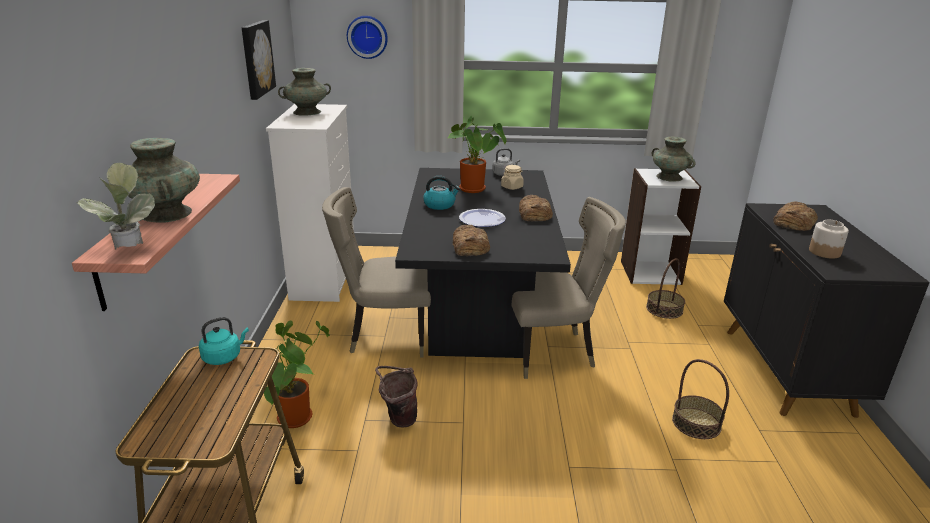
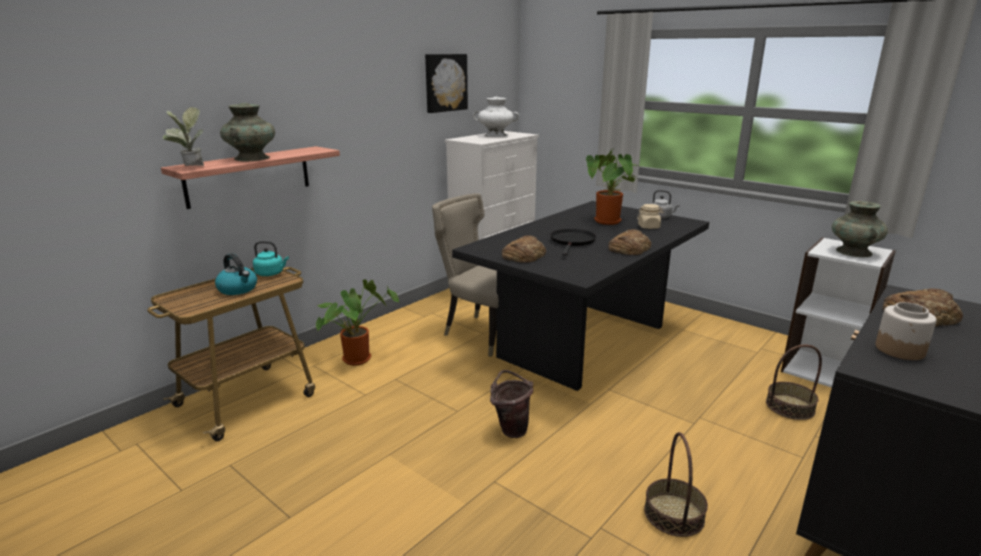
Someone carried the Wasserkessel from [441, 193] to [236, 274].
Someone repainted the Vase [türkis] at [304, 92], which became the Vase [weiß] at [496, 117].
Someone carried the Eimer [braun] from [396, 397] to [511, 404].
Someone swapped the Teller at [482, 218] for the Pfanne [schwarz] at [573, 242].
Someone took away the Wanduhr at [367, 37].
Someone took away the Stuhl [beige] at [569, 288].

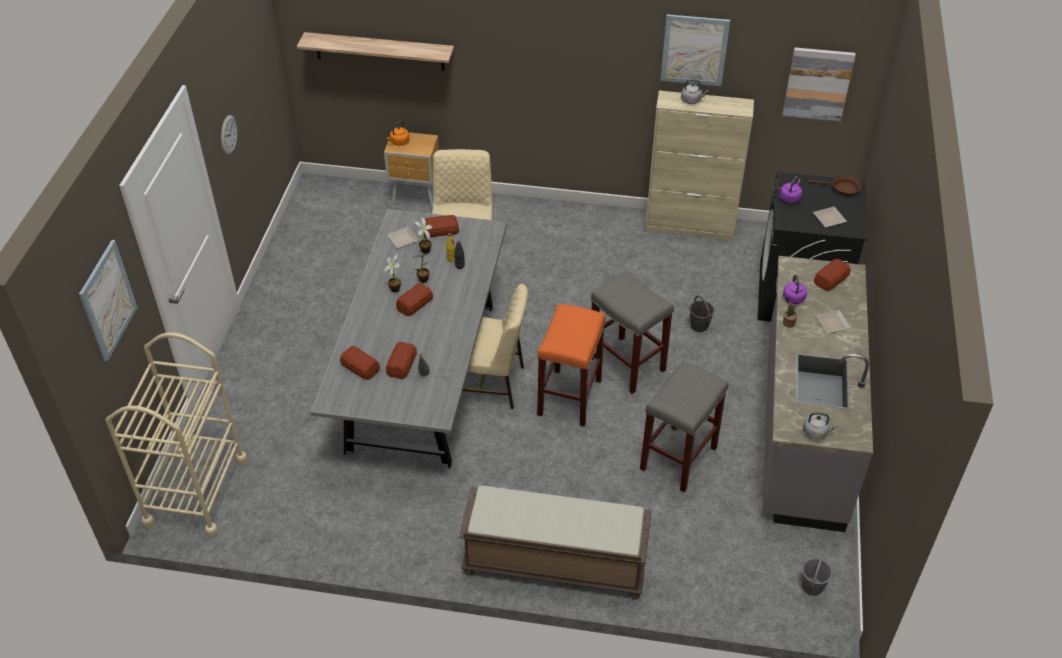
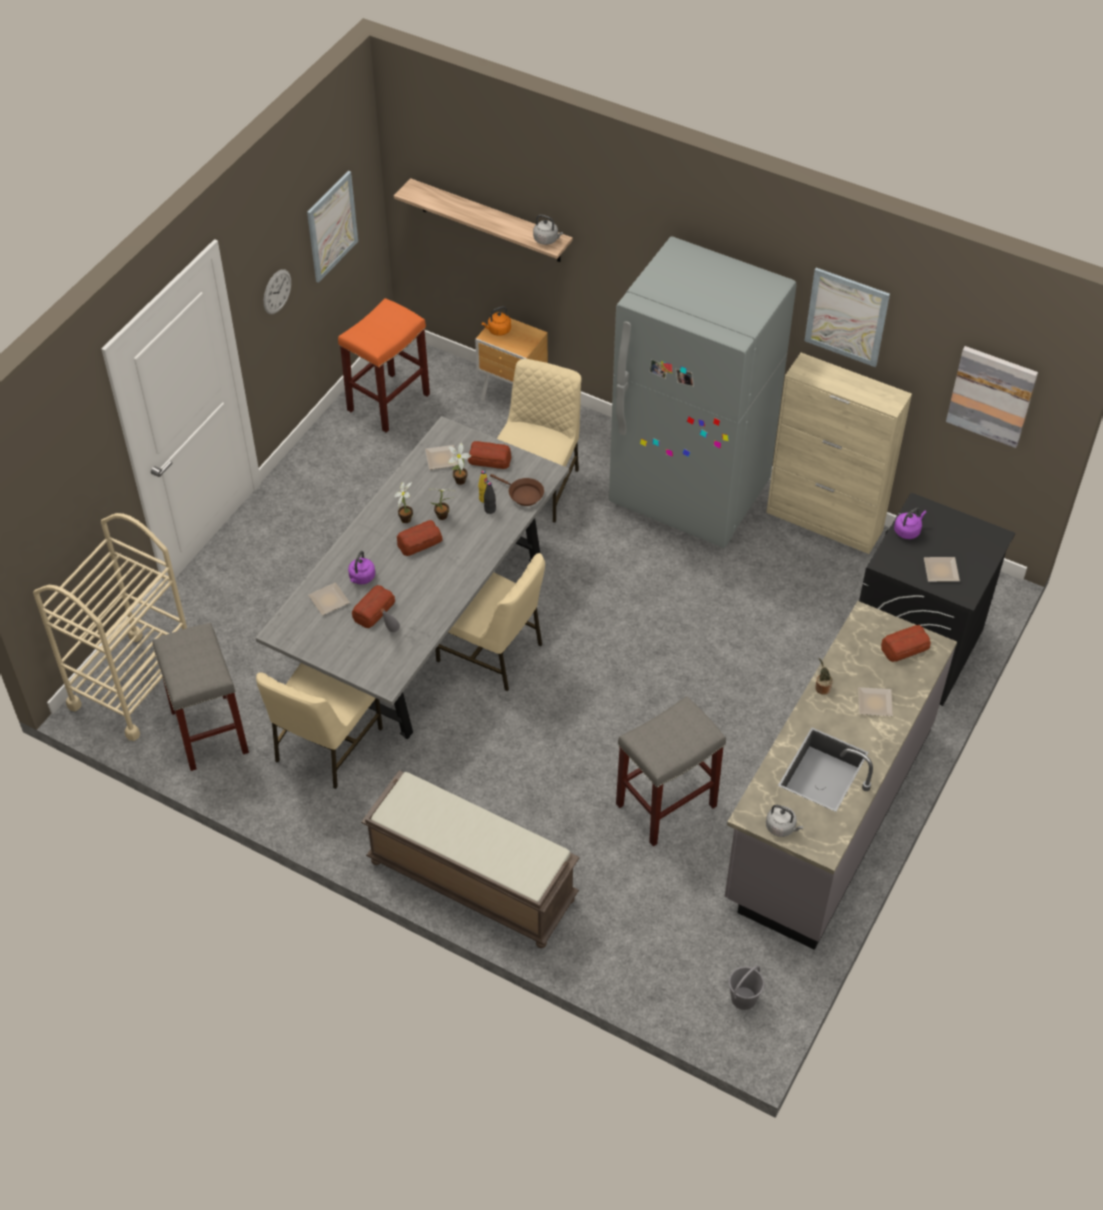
Someone carried the Hocker [grau] from [632, 332] to [200, 697].
Someone put down the Stuhl [beige] at [319, 726].
Someone carried the Bild from [108, 300] to [332, 227].
Someone swapped the Brot at [360, 363] for the Teller at [329, 598].
Someone carried the Hocker [orange] from [571, 365] to [384, 365].
Someone carried the Wasserkessel [lila] from [795, 289] to [361, 568].
Someone carried the Pfanne [braun] from [835, 185] to [517, 490].
Someone carried the Wasserkessel [grau] from [695, 91] to [548, 229].
Someone put down the Kühlschrank [grau] at [703, 392].
Someone took away the Eimer [grau] at [701, 313].

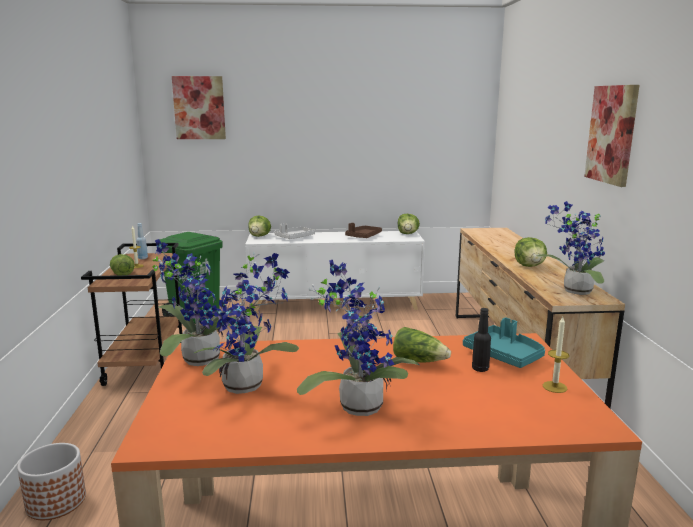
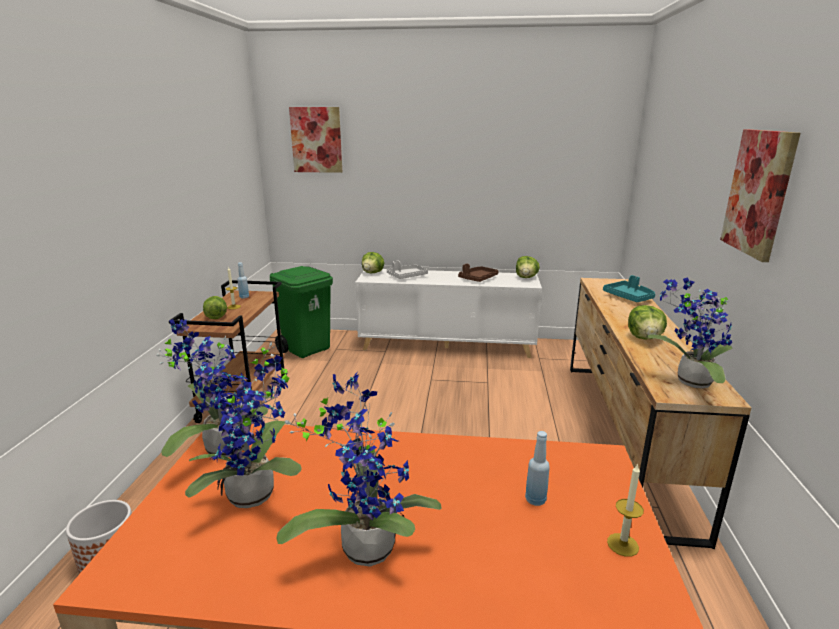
Someone repainted the Flasche [schwarz] at [481, 340], which became the Flasche [blau] at [537, 468].
Someone carried the Tablett [türkis] from [504, 343] to [629, 288].
Someone took away the Salatkopf at [422, 344].

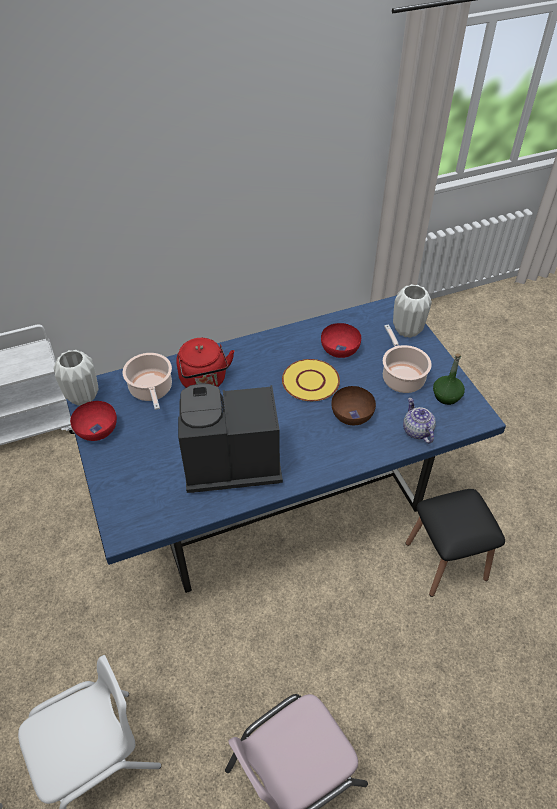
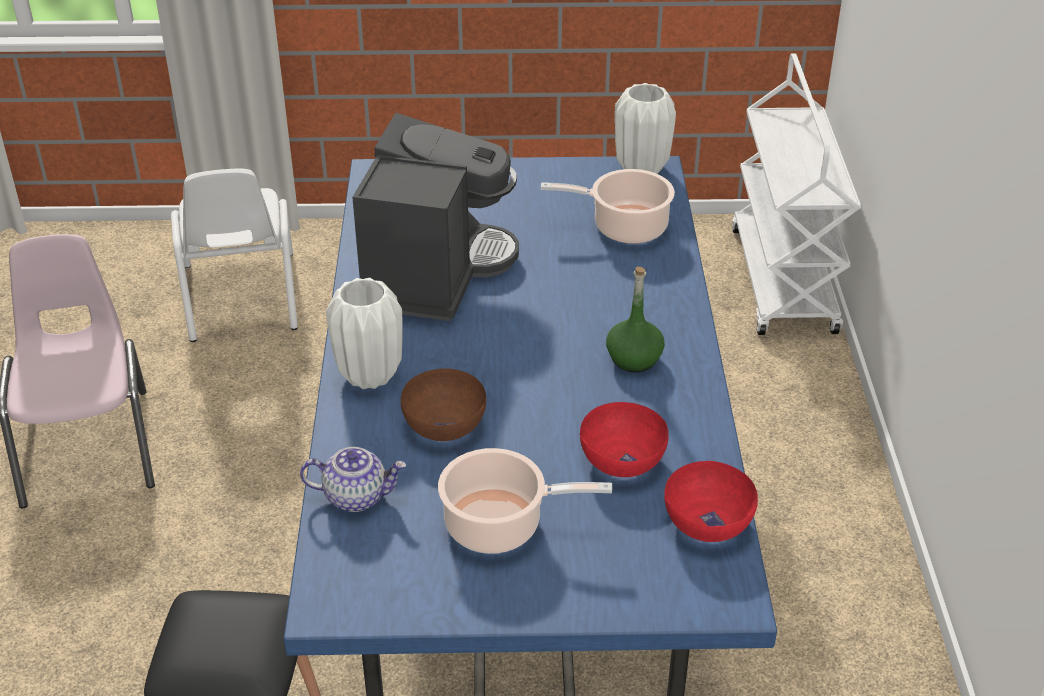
Someone carried the Vase [weiß] from [412, 311] to [364, 333].
Someone carried the Flasche [grün] from [449, 379] to [635, 319].
Someone carried the Schüssel [rot] from [93, 421] to [711, 501].
Someone took away the Wasserkessel [rot] at [205, 363].
Someone took away the Teller [gelb] at [311, 380].

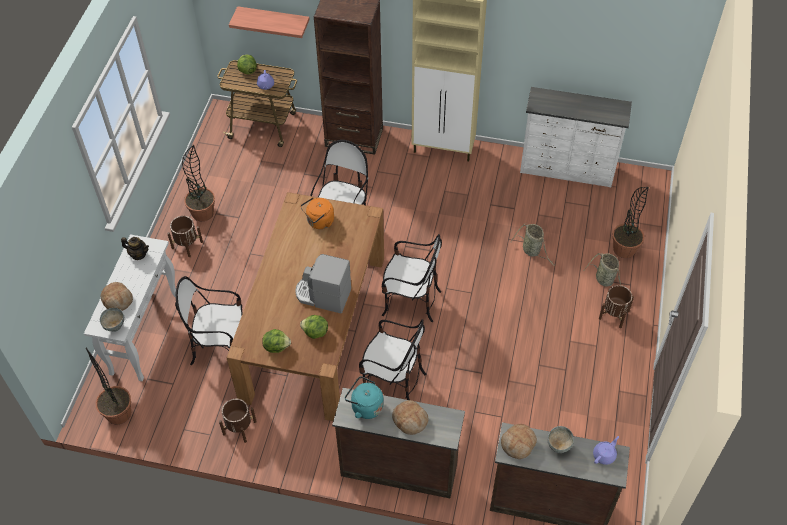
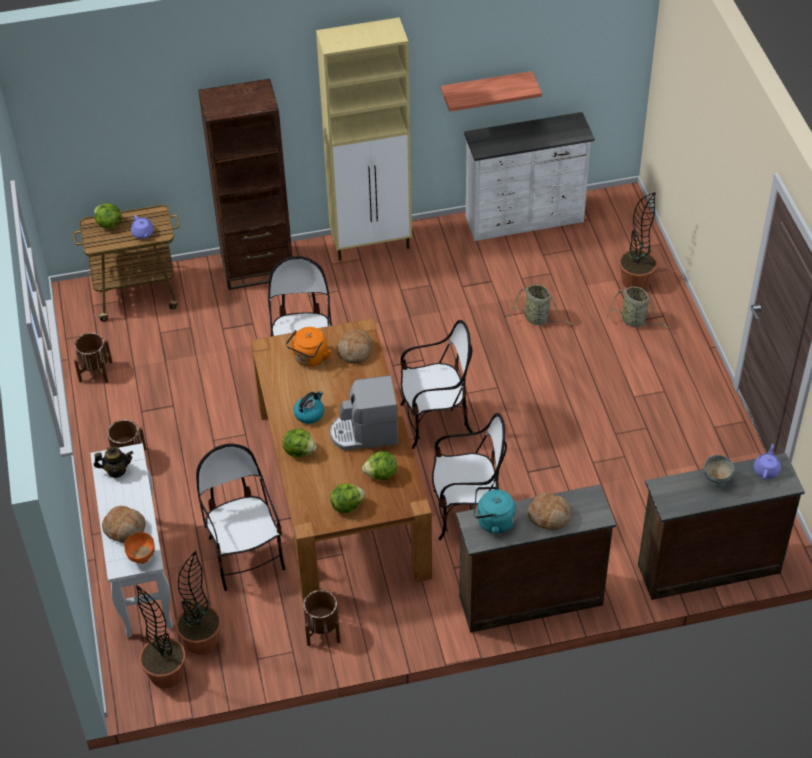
Someone carried the Pflanzkübel [braun] from [616, 306] to [93, 358].
Someone repainted the Schüssel [grau] at [112, 320], which became the Schüssel [orange] at [139, 548].
Someone carried the Topfpflanze from [198, 183] to [198, 603].
Someone rotated the Stuhl at [209, 320] by 90 degrees clockwise.
Someone put down the Salatkopf at [299, 443].
Someone put down the Wasserkessel at [309, 407].
Someone carried the Brot from [519, 441] to [354, 346].
Someone carried the Wandregal from [269, 22] to [491, 91].

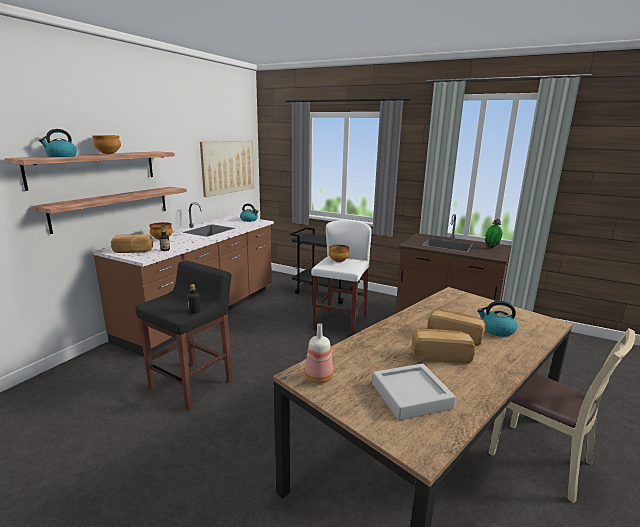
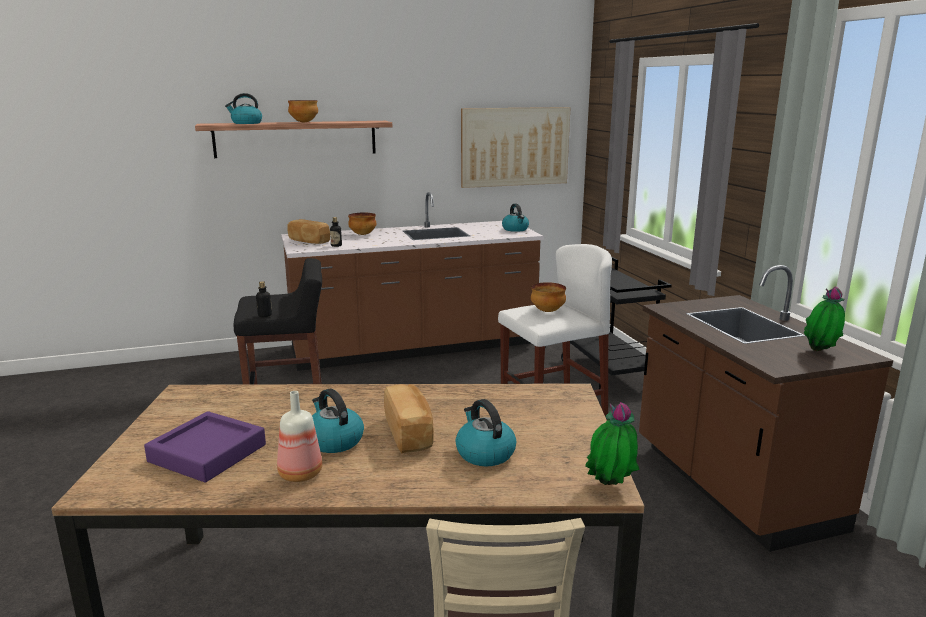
Someone repainted the Tablett [grau] at [414, 392], which became the Tablett [lila] at [205, 447].
Someone carried the Flasche from [318, 353] to [299, 436].
Someone swapped the Brot at [443, 346] for the Wasserkessel at [338, 420].
Someone put down the Topfpflanze at [612, 443].
Someone took away the Wandregal at [109, 210].

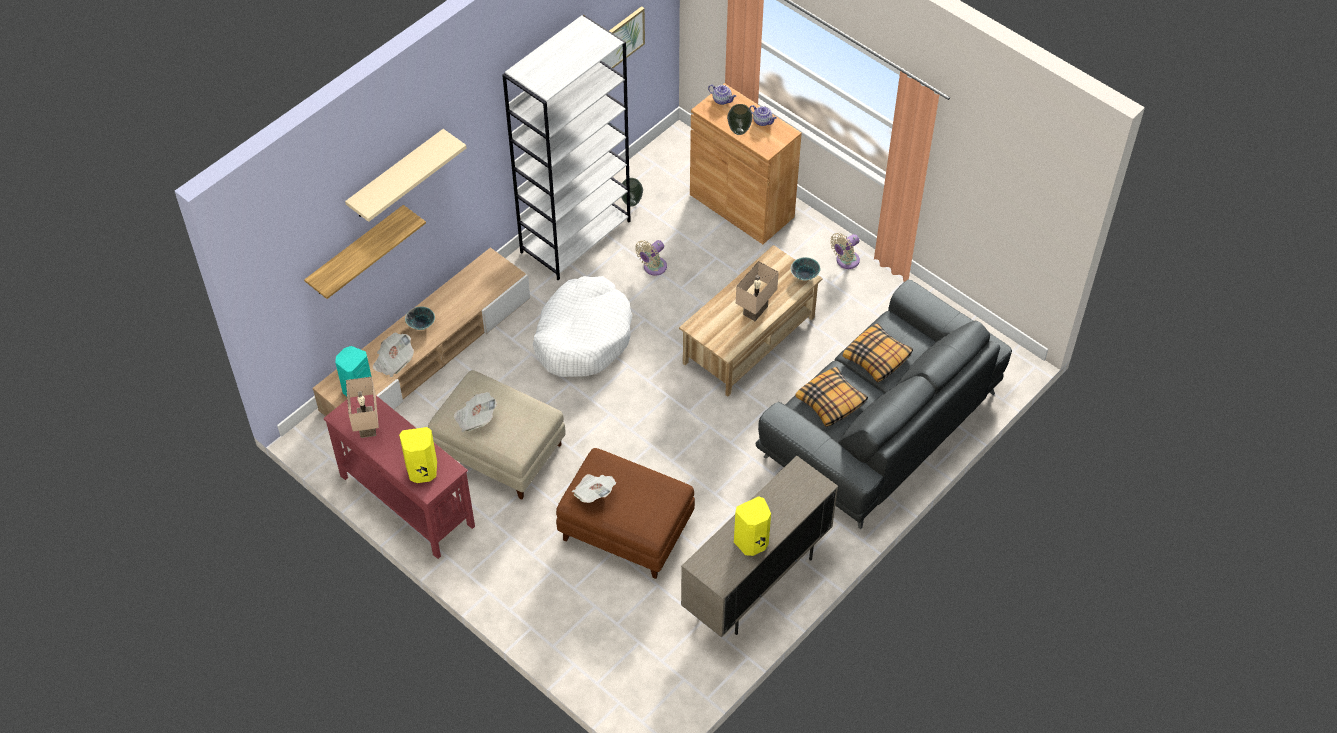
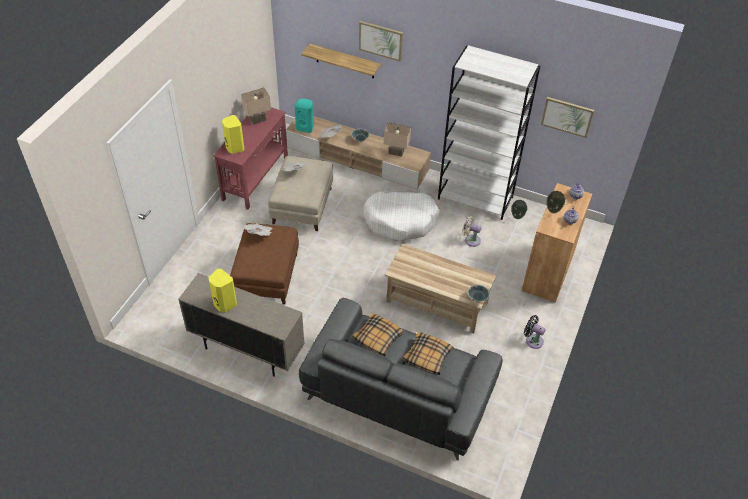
Someone swapped the Wandregal [beige] at [406, 175] for the Bild at [381, 41].
Someone carried the Tischlampe [beige] from [757, 291] to [397, 139].
Someone repainted the Ventilator [beige] at [845, 251], which became the Ventilator [schwarz] at [535, 332].

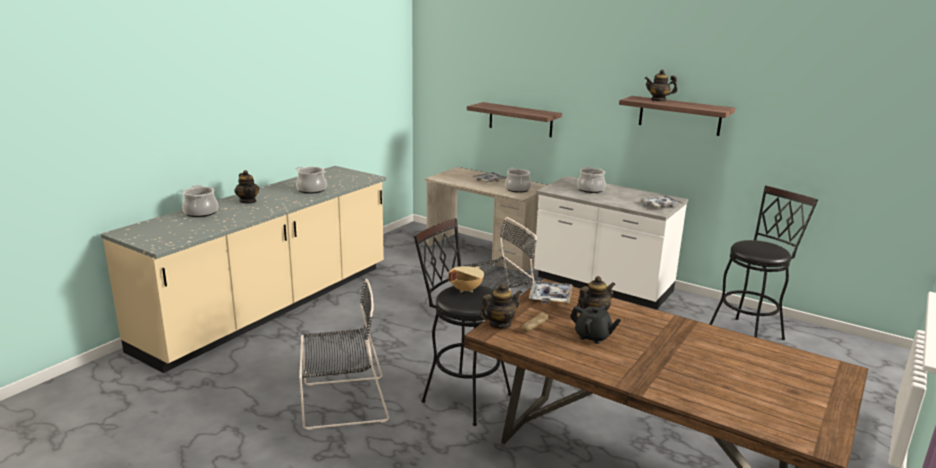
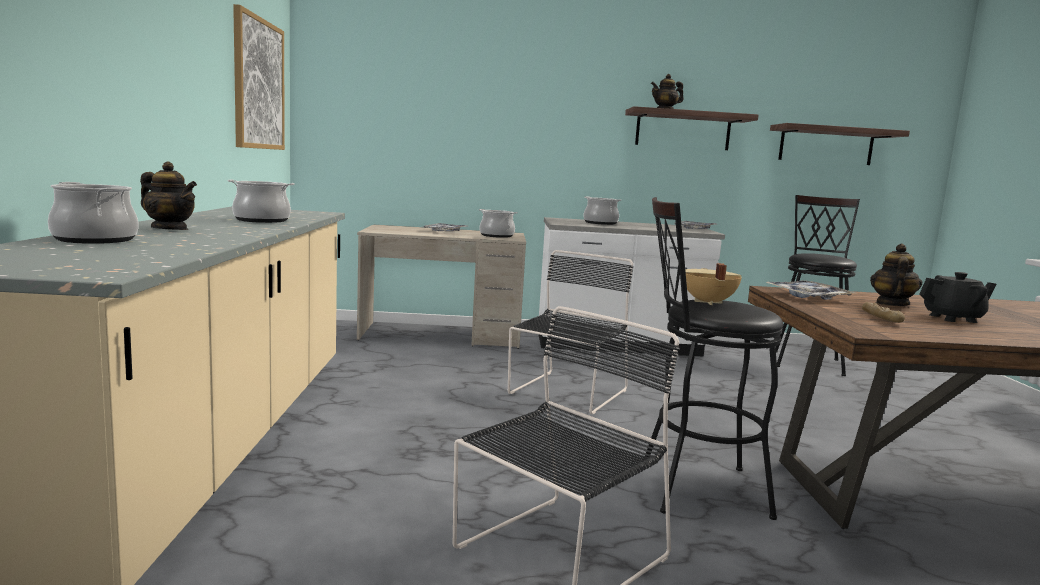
Someone put up the Bild at [259, 77].
Someone carried the Wandregal from [514, 119] to [840, 144].
Someone took away the Teekanne at [501, 306].

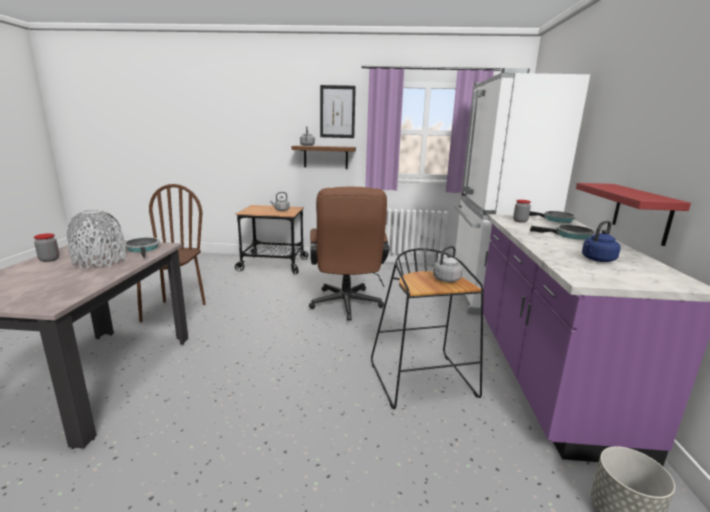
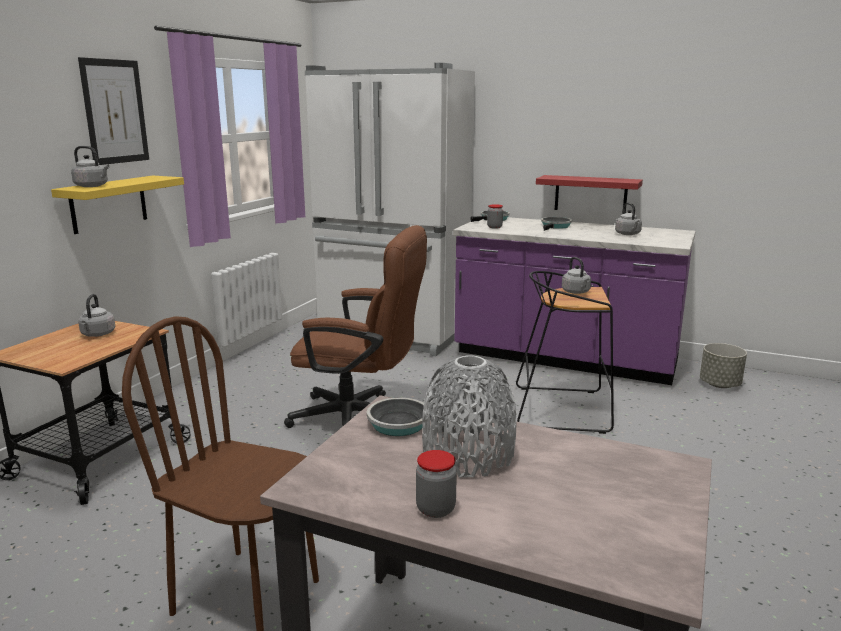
Someone repainted the Wandregal [braun] at [324, 157], which became the Wandregal [gelb] at [117, 205].
Someone repainted the Wasserkessel [blau] at [601, 241], which became the Wasserkessel [grau] at [628, 218].

